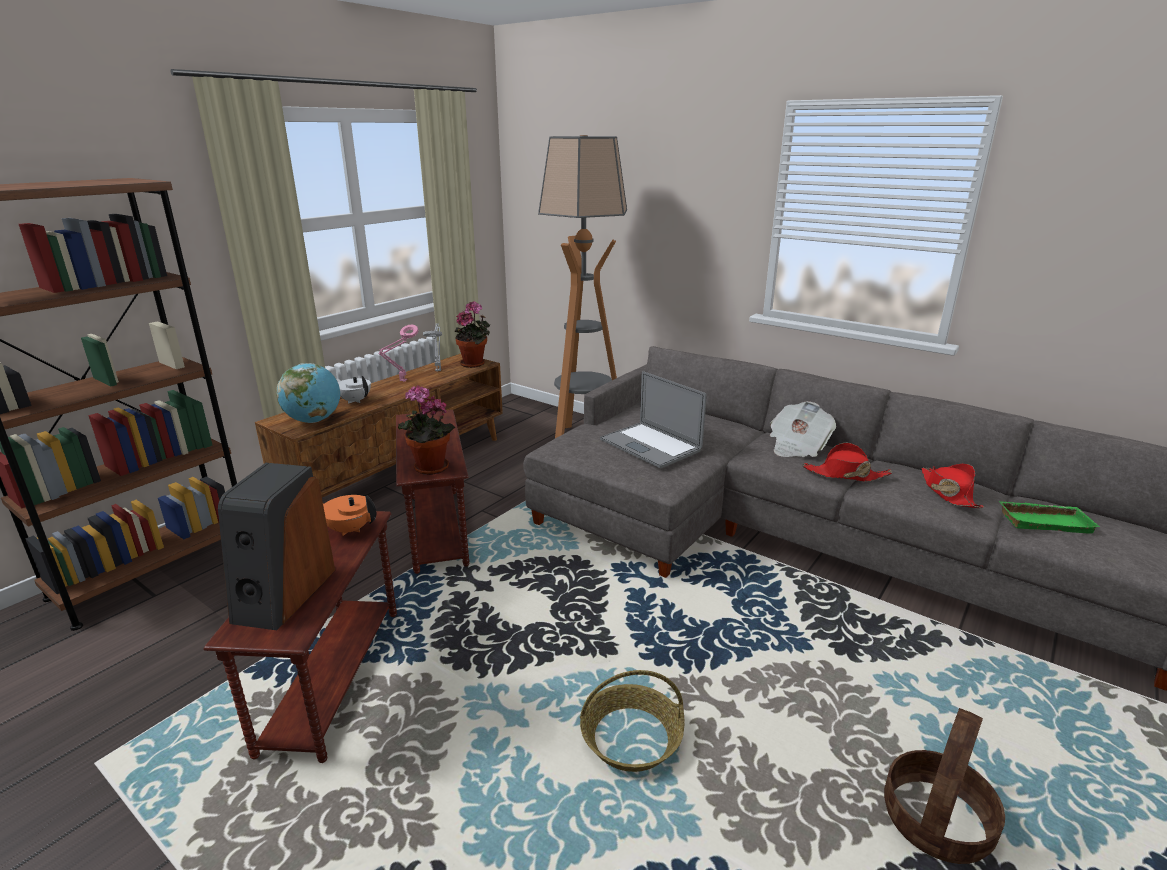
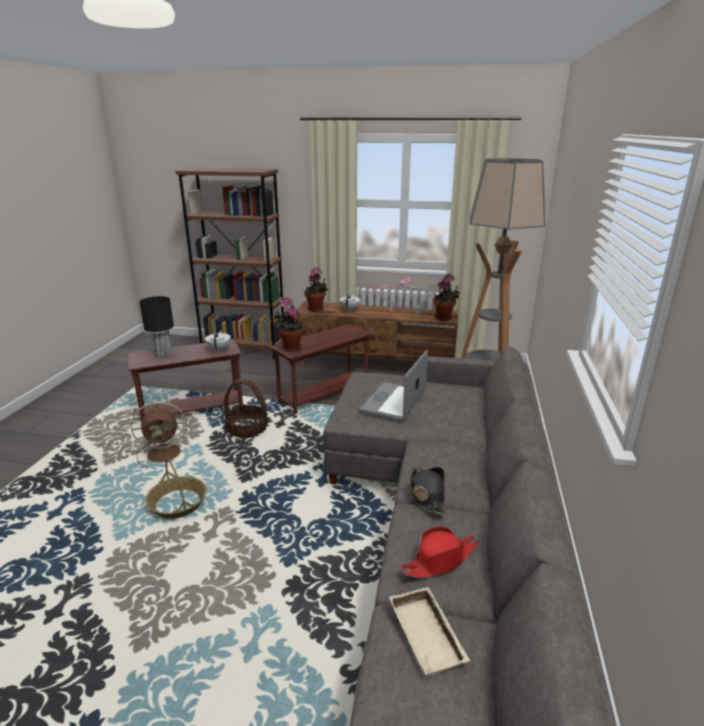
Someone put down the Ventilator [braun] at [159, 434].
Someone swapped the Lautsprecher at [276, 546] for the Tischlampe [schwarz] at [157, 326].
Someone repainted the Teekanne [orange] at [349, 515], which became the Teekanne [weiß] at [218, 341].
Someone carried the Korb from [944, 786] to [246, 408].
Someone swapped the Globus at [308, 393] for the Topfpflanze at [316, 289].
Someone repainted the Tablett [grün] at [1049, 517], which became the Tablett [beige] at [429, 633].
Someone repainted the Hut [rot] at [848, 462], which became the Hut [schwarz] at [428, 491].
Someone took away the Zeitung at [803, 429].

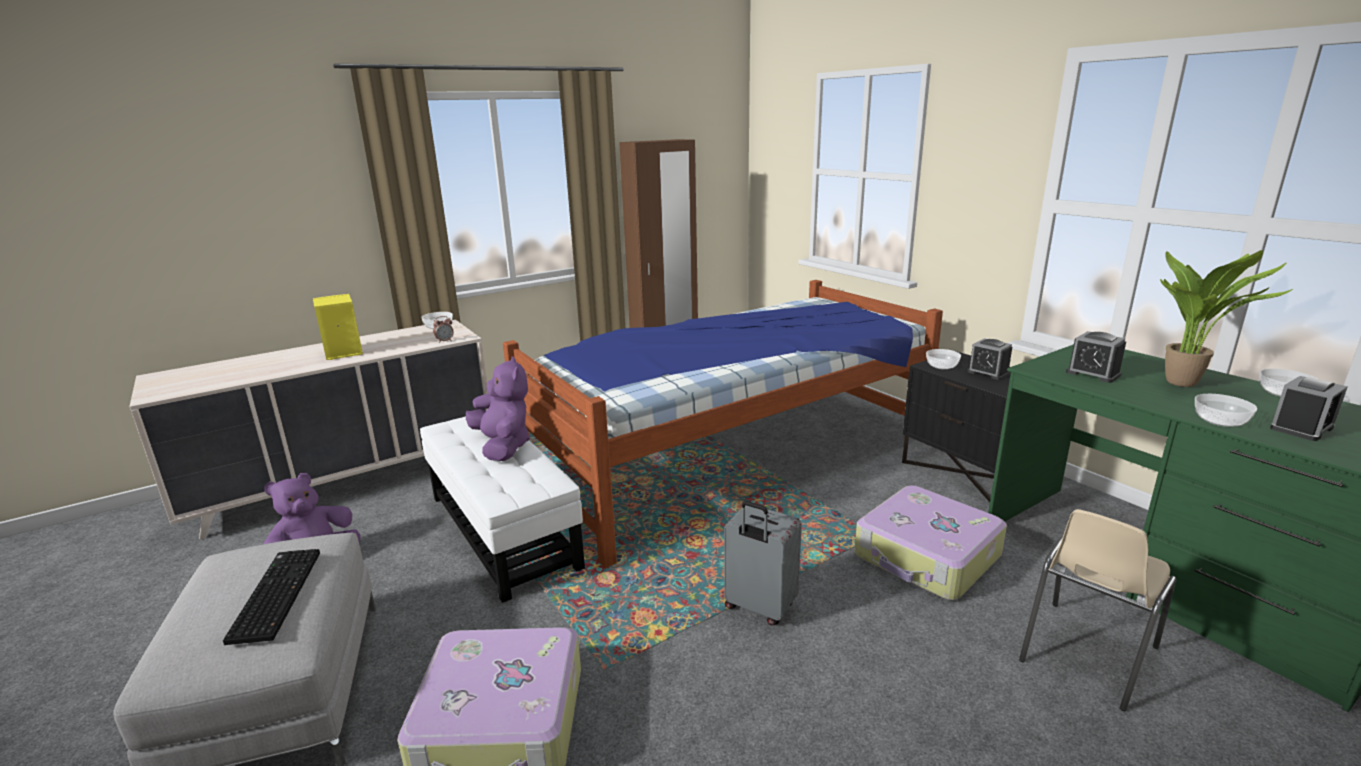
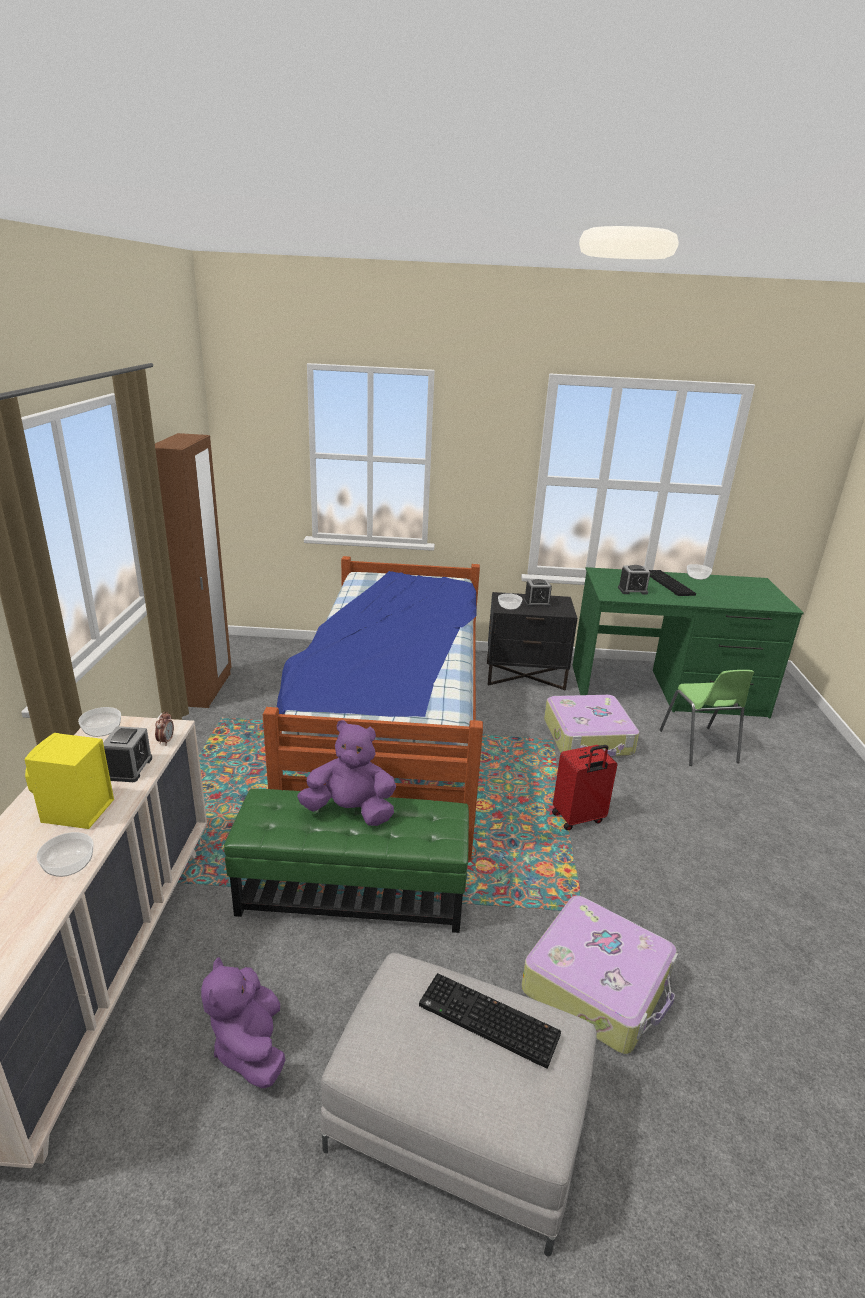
Someone carried the Schüssel from [1226, 410] to [65, 854].
Someone carried the Wecker from [1309, 408] to [127, 754].
Someone repainted the Polsterhocker [weiß] at [502, 510], which became the Polsterhocker [grün] at [346, 861].
Someone repainted the Koffer [grau] at [763, 563], which became the Koffer [rot] at [584, 787].
Someone swapped the Topfpflanze at [1226, 318] for the Tastatur at [672, 583].
Someone repainted the Stuhl [beige] at [1098, 610], which became the Stuhl [grün] at [706, 718].

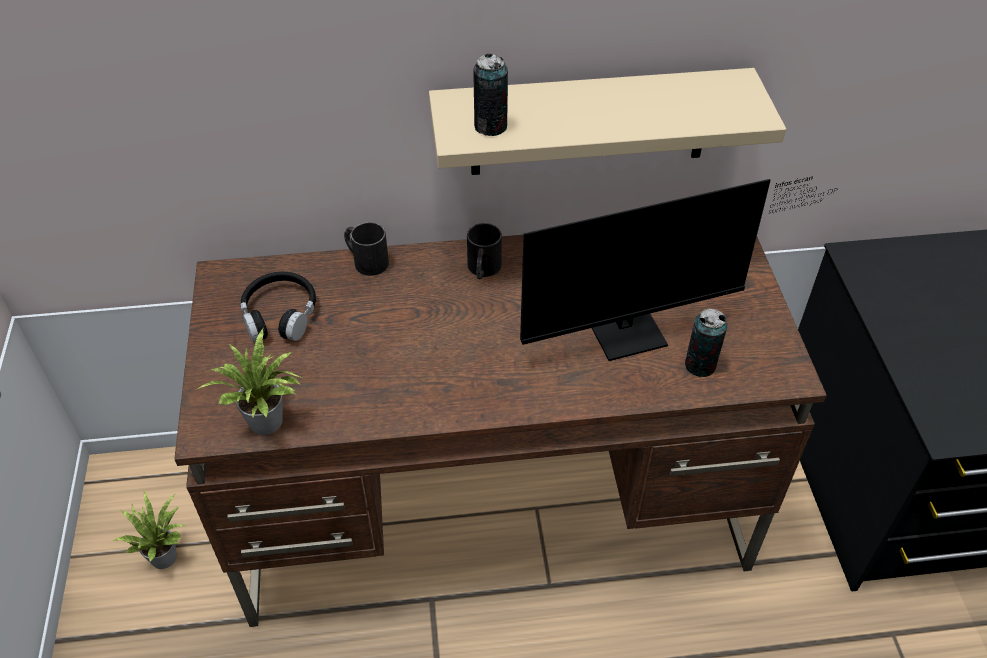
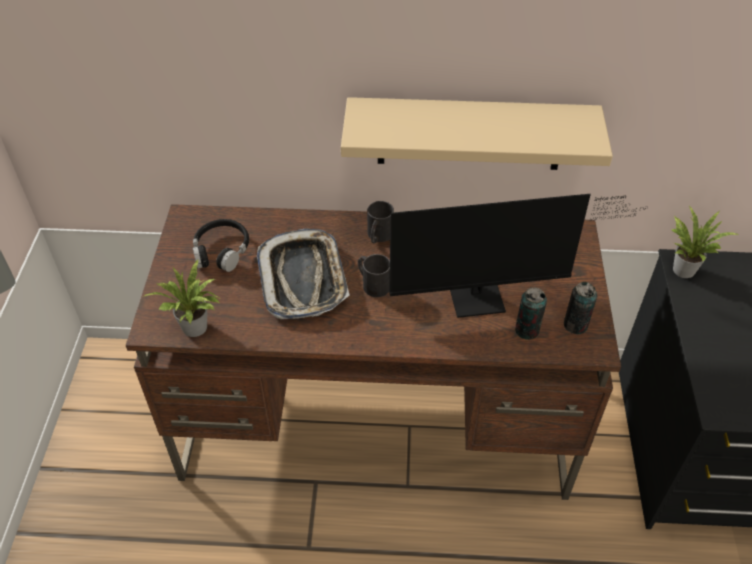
Someone put down the Tablett at [303, 274].
Someone carried the Henkelbecher [schwarz] from [366, 249] to [374, 275].
Someone carried the Dose from [490, 94] to [580, 307].
Someone carried the Topfpflanze from [149, 530] to [706, 242].

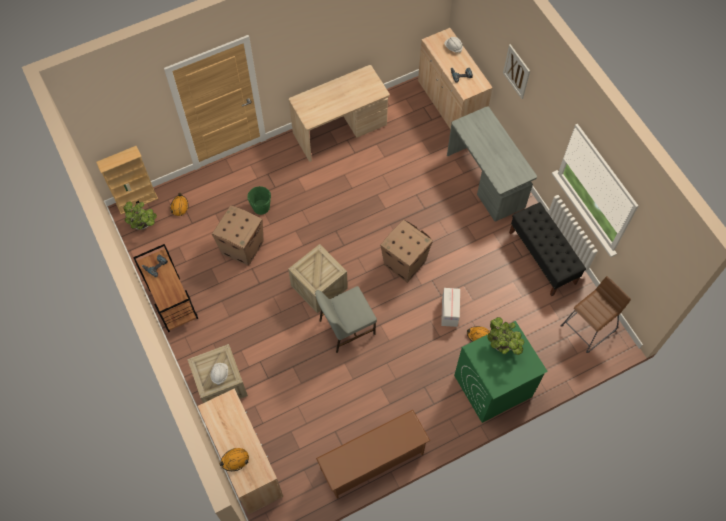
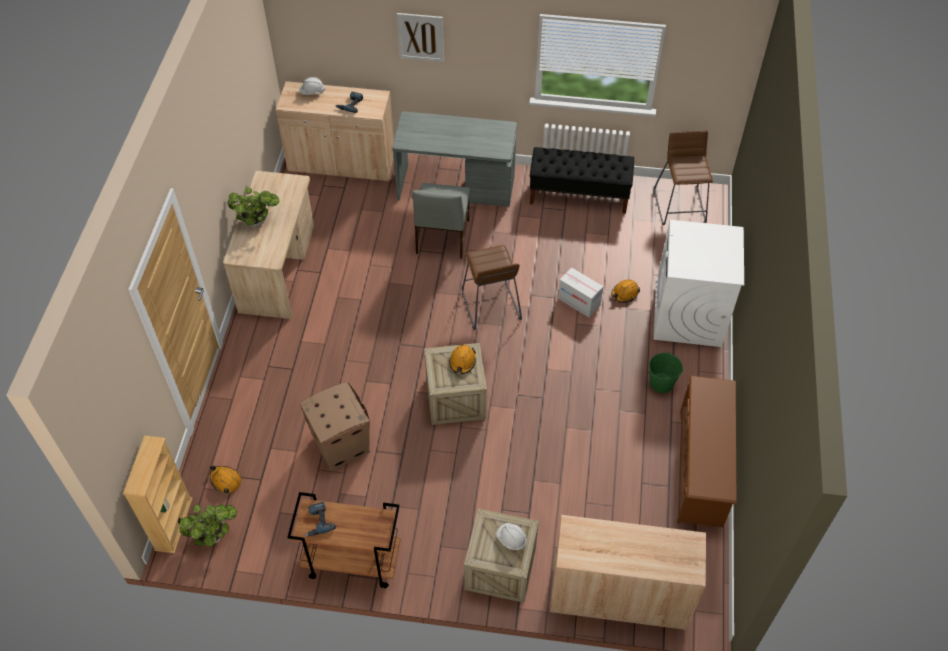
Someone carried the Topfpflanze from [505, 336] to [253, 207].
Someone carried the Stuhl [grau] from [346, 319] to [441, 220].
Someone carried the Schutzhelm [orange] from [234, 459] to [462, 359].
Someone swapped the Karton at [406, 251] for the Hocker [braun] at [492, 287].
Someone carried the Eimer [grün] from [259, 200] to [666, 372].
Someone repainted the Waschmaschine [grün] at [501, 372], which became the Waschmaschine [weiß] at [698, 283].

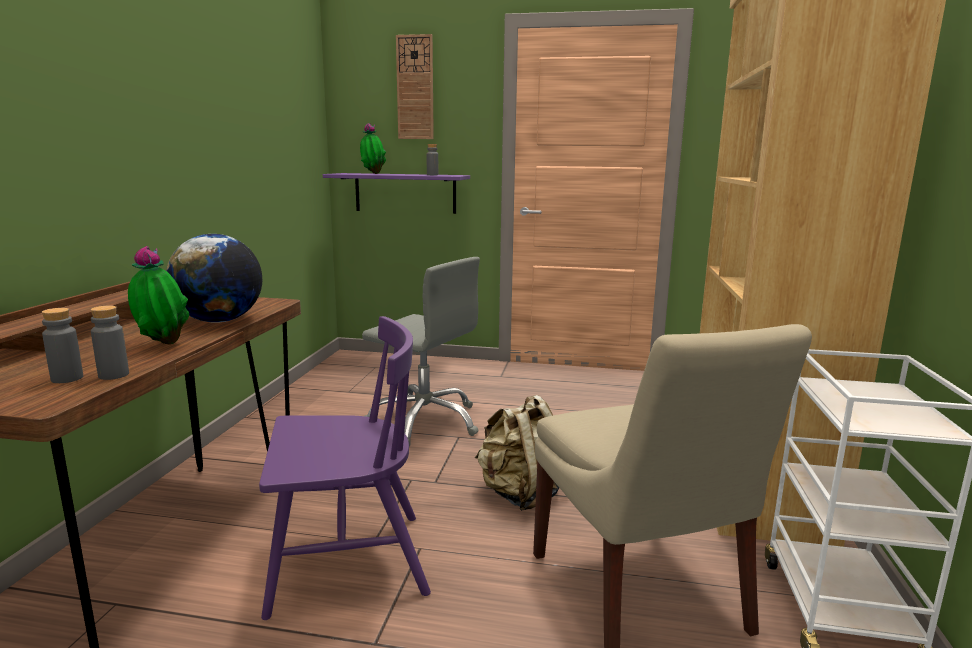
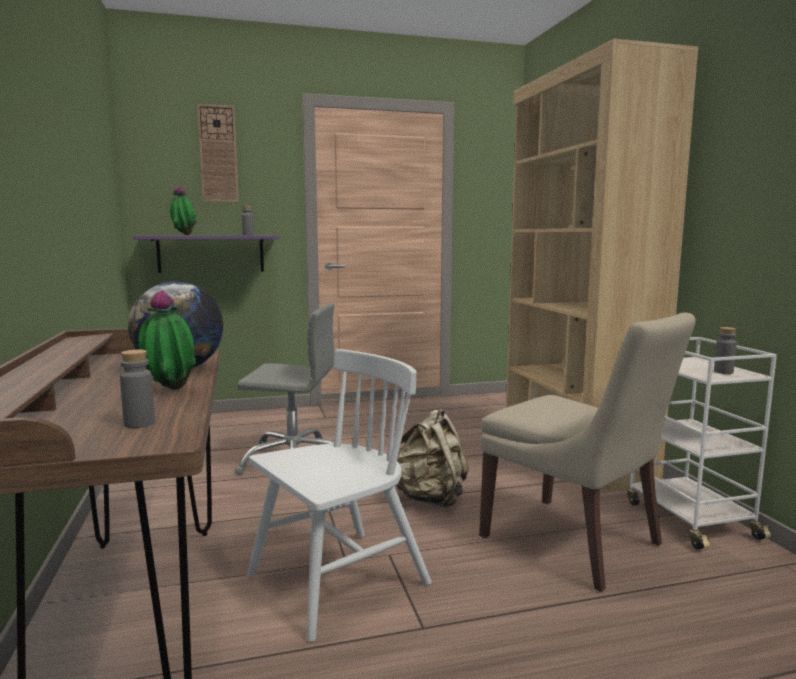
Someone repainted the Stuhl [lila] at [345, 468], which became the Stuhl [weiß] at [339, 495].
Someone carried the Flasche [grau] from [110, 343] to [725, 350].

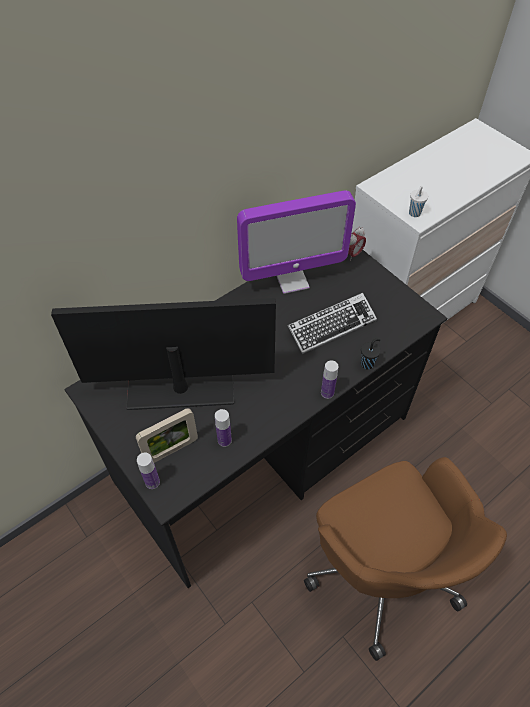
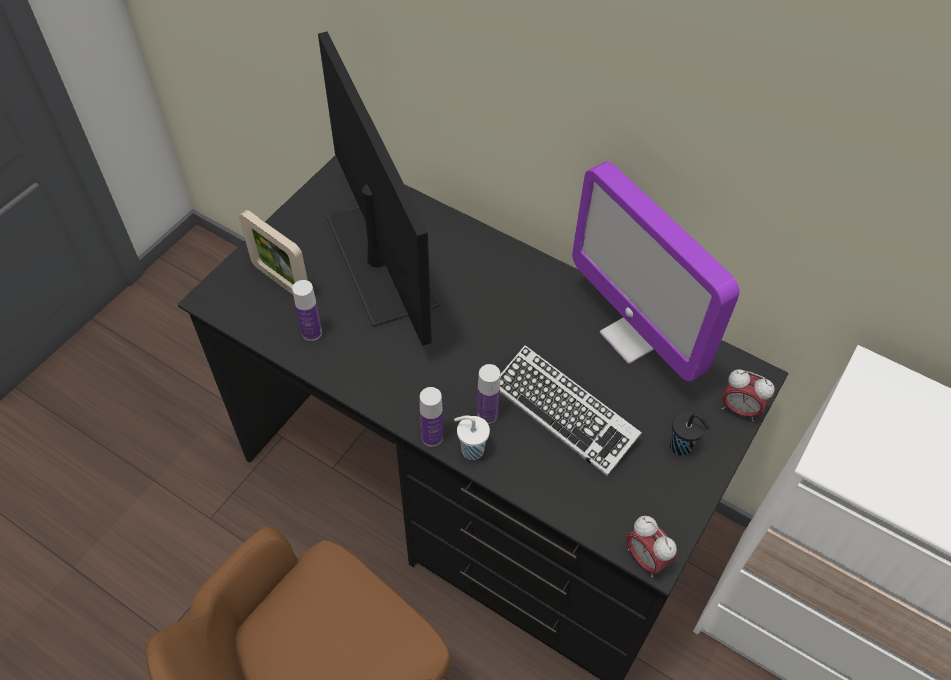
Someone carried the Tasse [weiß] from [418, 201] to [472, 437].
Someone carried the Flasche from [148, 471] to [488, 394].
Someone put down the Wecker at [651, 546].
Someone carried the Tasse [schwarz] from [371, 354] to [690, 433].

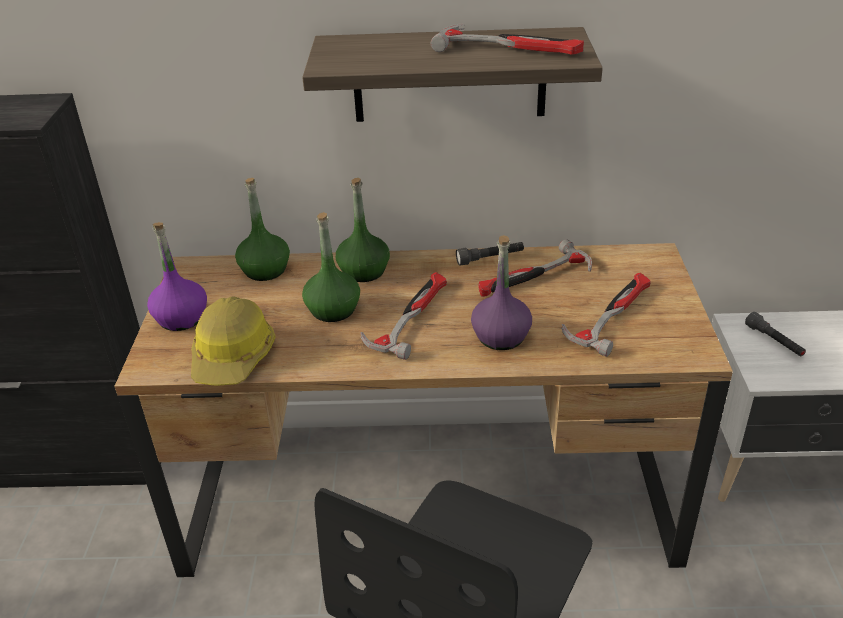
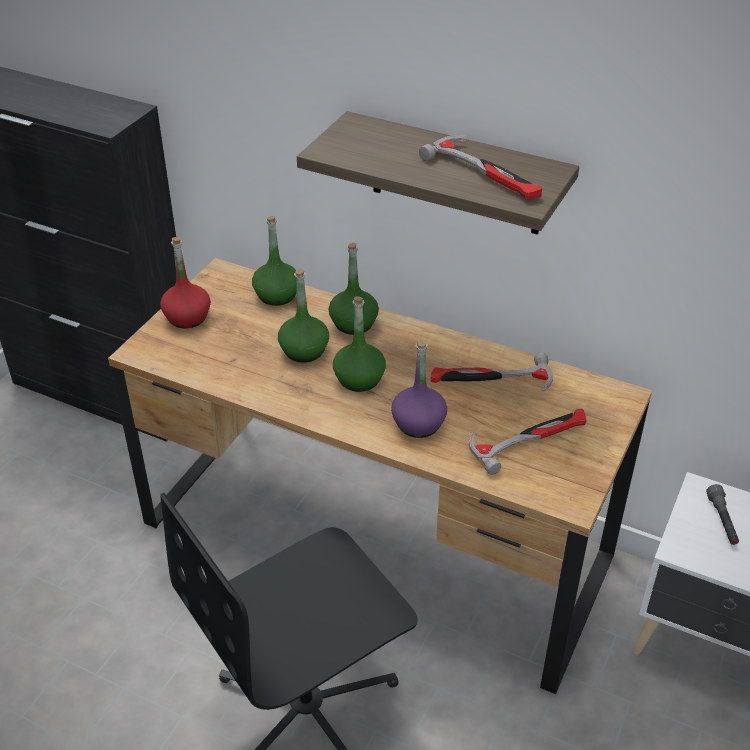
Someone repainted the Flasche [lila] at [177, 276], which became the Flasche [rot] at [185, 282].
Someone swapped the Hammer at [403, 316] for the Flasche [grün] at [359, 344].
Someone took away the Schutzhelm at [233, 340].
Someone took away the Taschenlampe [grau] at [490, 254].

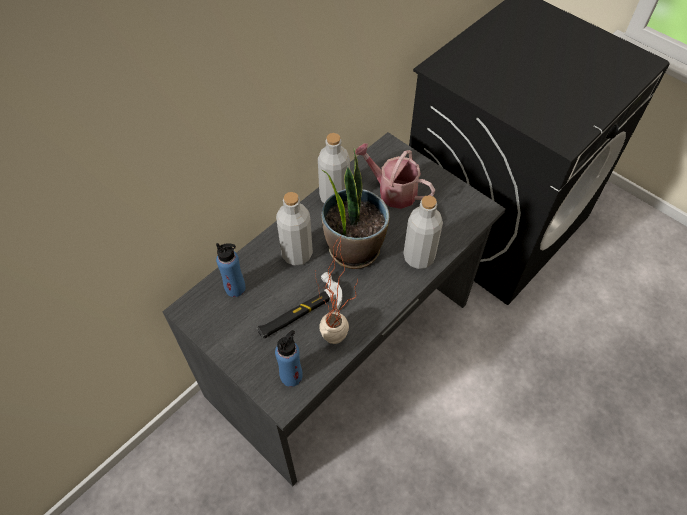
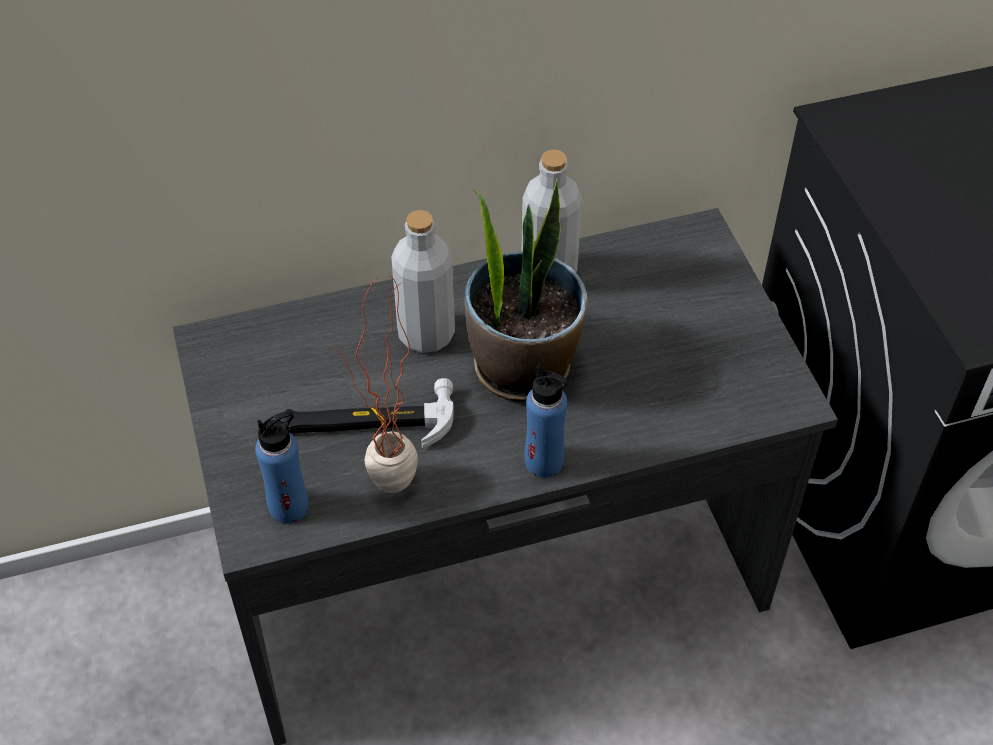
Someone carried the Flasche [blau] from [231, 270] to [545, 421].
Someone took away the Gießkanne at [395, 176].
Someone took away the Flasche [grau] at [423, 232].

